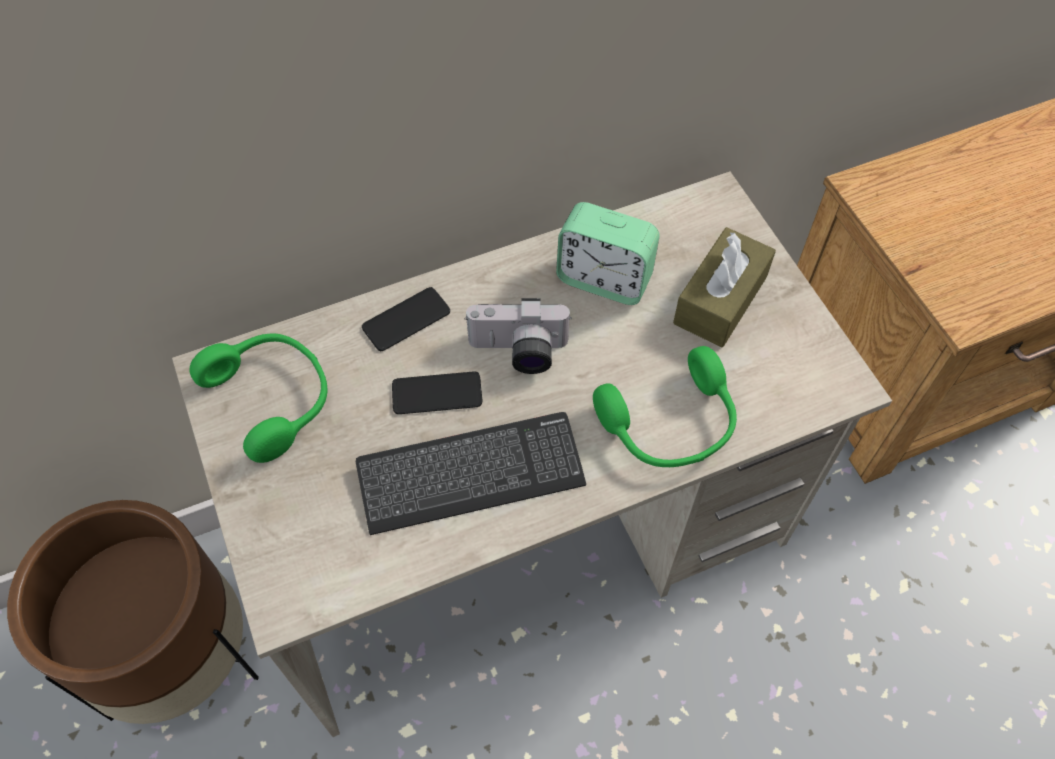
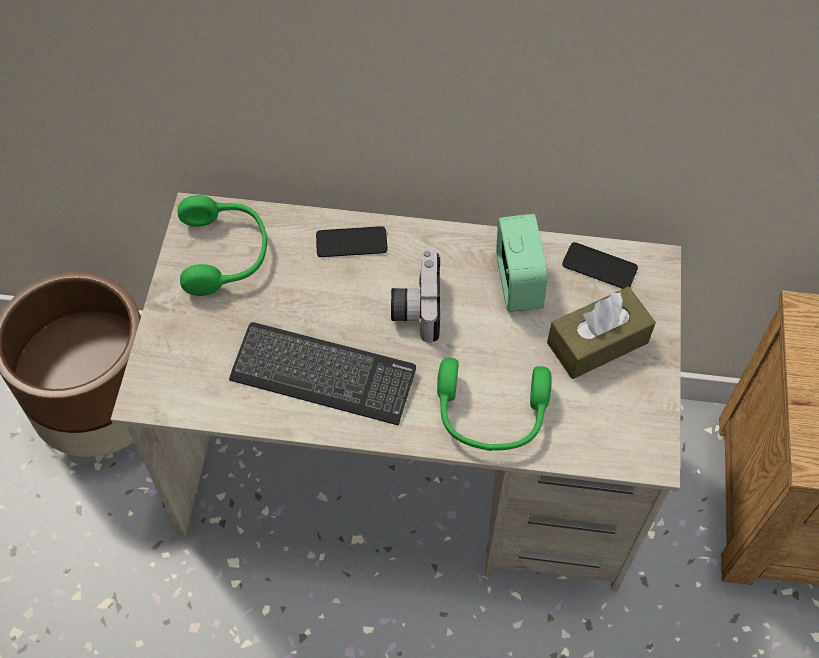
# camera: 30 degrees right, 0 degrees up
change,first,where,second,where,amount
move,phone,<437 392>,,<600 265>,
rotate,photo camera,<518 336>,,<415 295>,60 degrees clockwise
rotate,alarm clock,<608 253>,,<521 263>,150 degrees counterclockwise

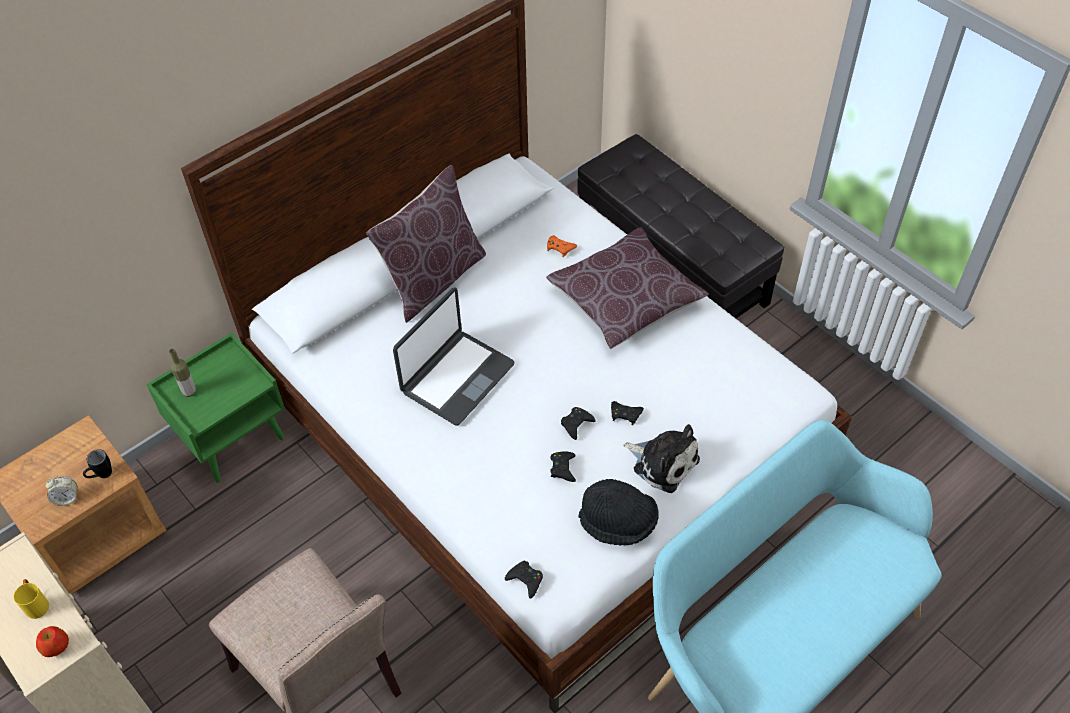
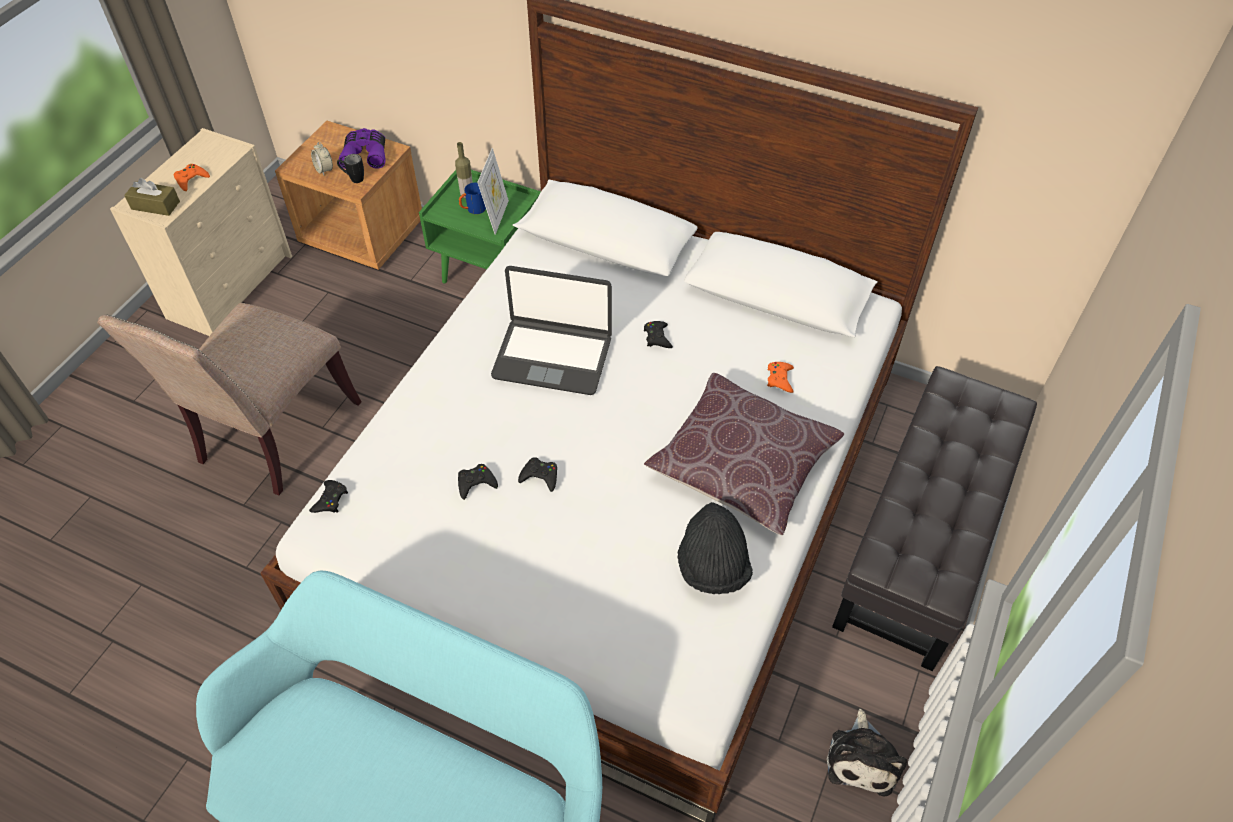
# camera: 65 degrees right, 0 degrees up
change,first,where,second,where,amount
delete,pillow/brown-coloured,<426 244>,,,
insert,,,binoculars/purple-coloured,<362 148>,
insert,,,tea mug/blue-coloured,<472 198>,
insert,,,standing frame,<493 191>,
move,hat/black,<619 512>,,<715 548>,
move,game controller/black,<627 413>,,<658 334>,
move,cuddly toy,<661 458>,,<867 752>,
replace,tea mug/yellow,<31 599>,game controller/orange,<191 177>,
replace,apple fruit,<52 641>,tissue holder/brown-coloured,<152 197>,

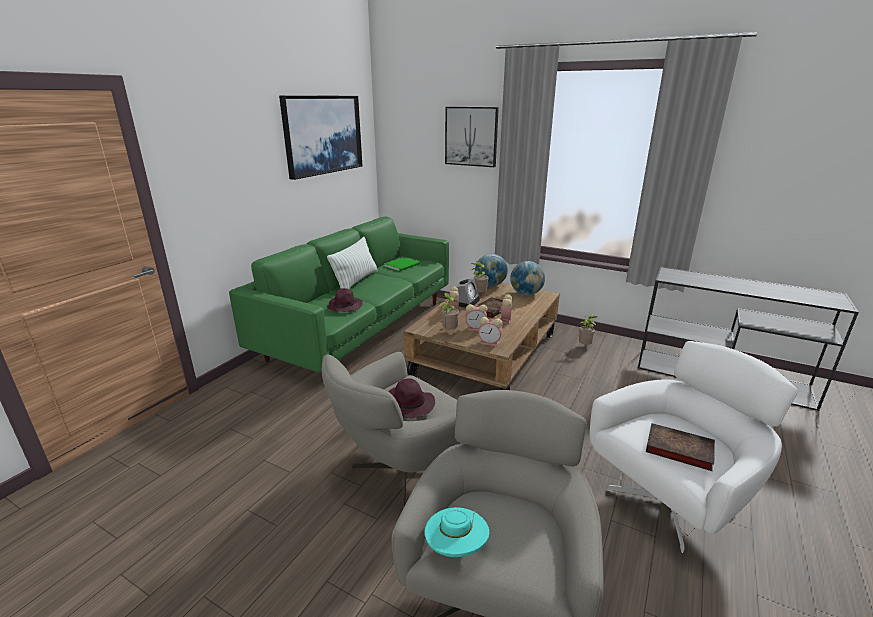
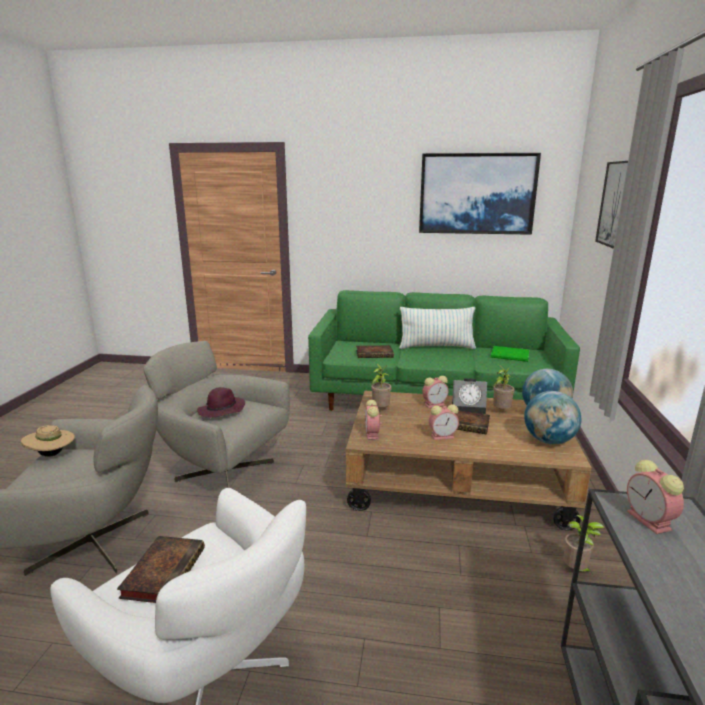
# camera: 70 degrees right, 5 degrees down
change,first,where,second,where,amount
move,alarm clock,<477 317>,,<655 497>,
replace,hat/purple-coloured,<345 300>,book,<375 352>,
recolor,hat/turquoise,<457 532>,hat/sand-coloured,<48 441>,

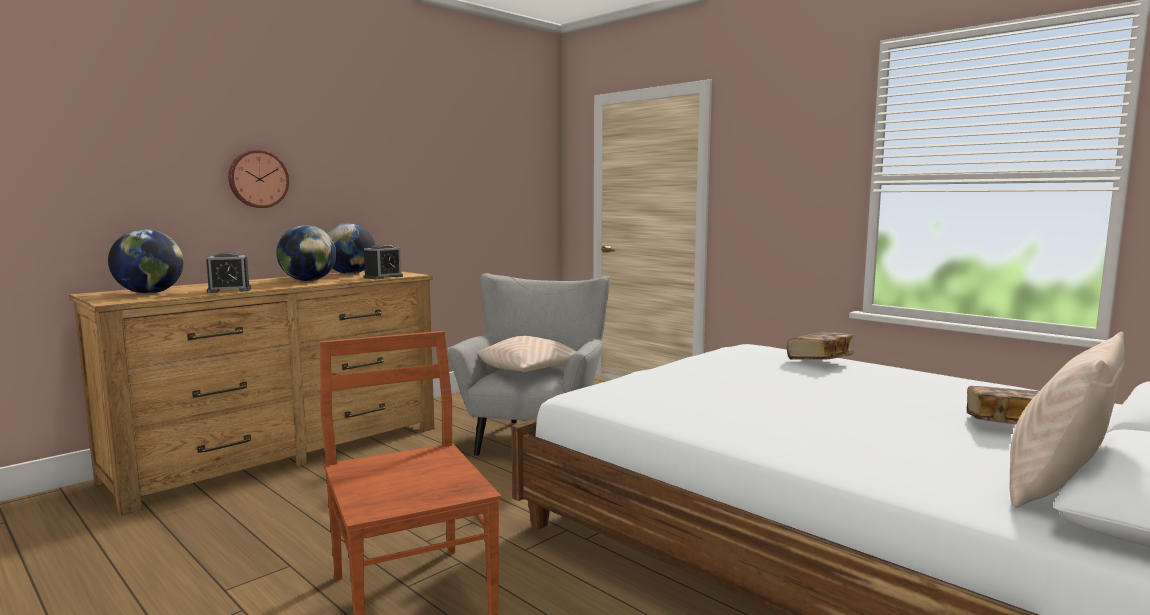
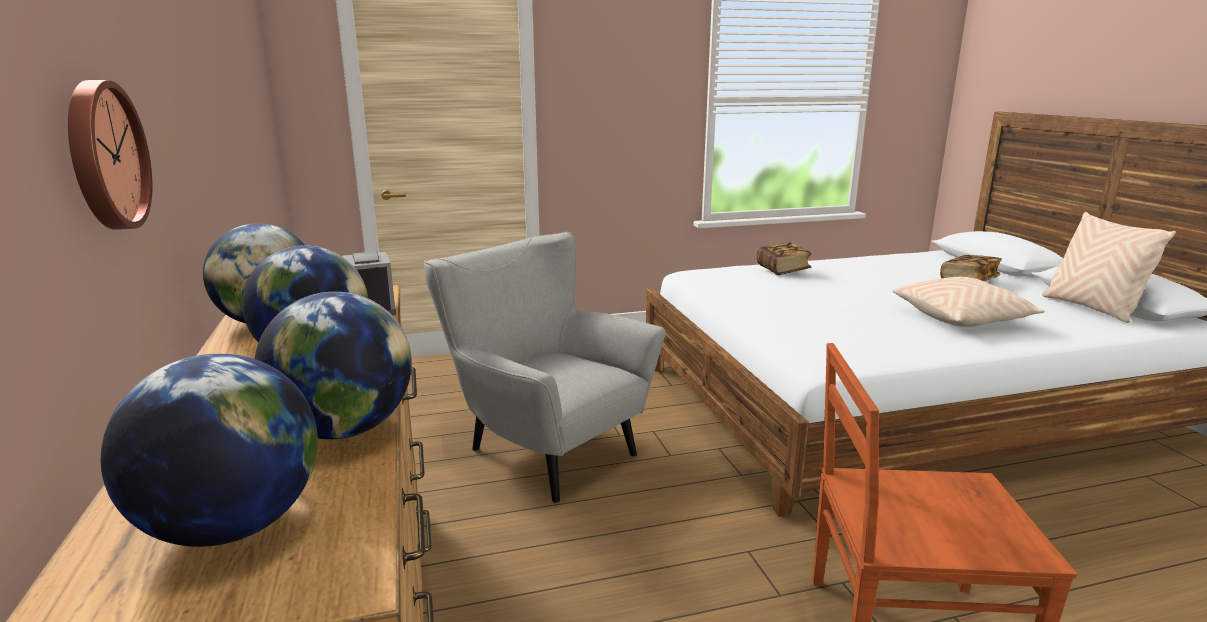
# camera: 60 degrees left, 10 degrees up
change,first,where,second,where,amount
move,pillow/sand-coloured,<527 354>,,<969 302>,
replace,alarm clock,<228 272>,world globe,<333 365>,

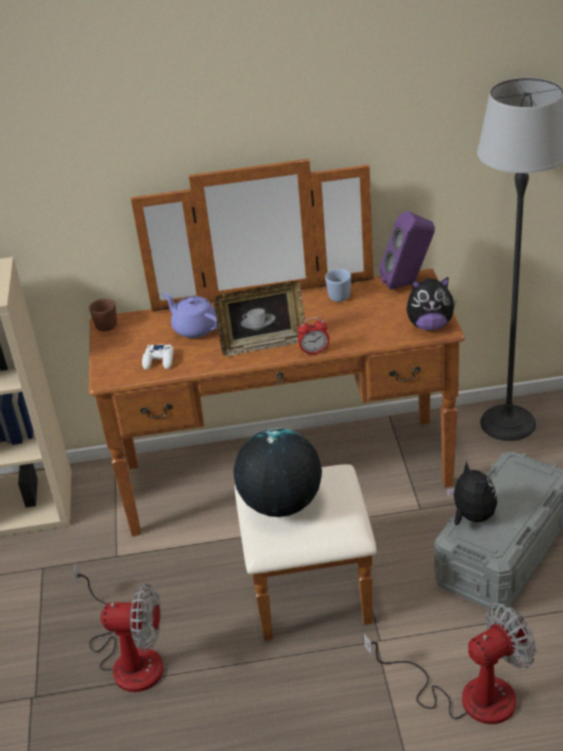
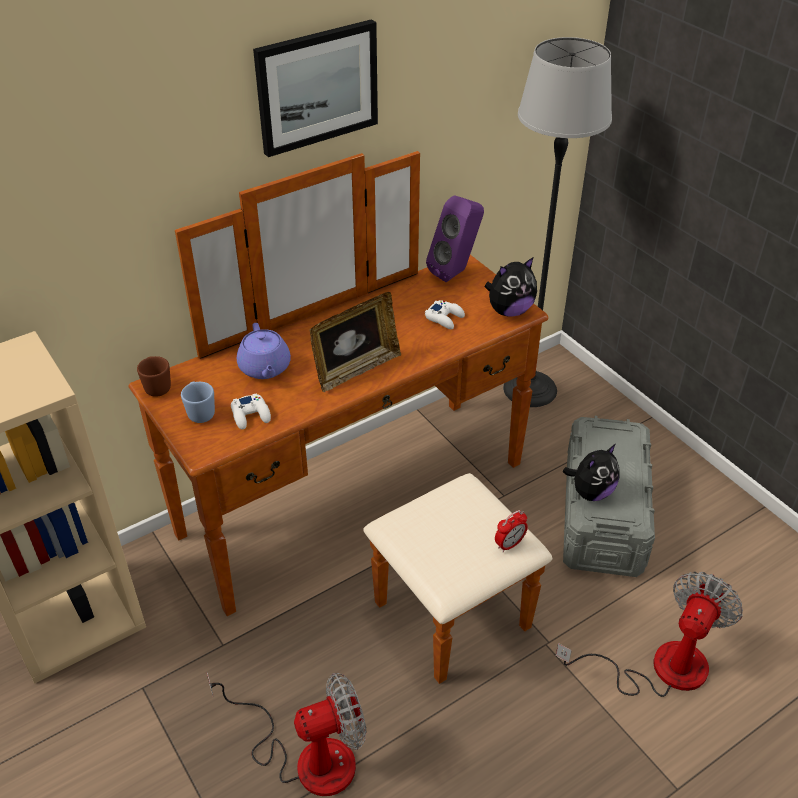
# camera: 30 degrees left, 5 degrees up
change,first,where,second,where,amount
delete,world globe,<277 472>,,,
insert,,,wall art,<315 88>,
insert,,,game controller/whitish,<445 314>,
move,alarm clock,<313 336>,,<511 531>,
move,tea mug/blue-coloured,<338 285>,,<198 402>,
rotate,teapot/purple-coloured,<190 315>,,<264 351>,120 degrees counterclockwise
rotate,cuddly toy,<472 492>,,<591 472>,105 degrees clockwise

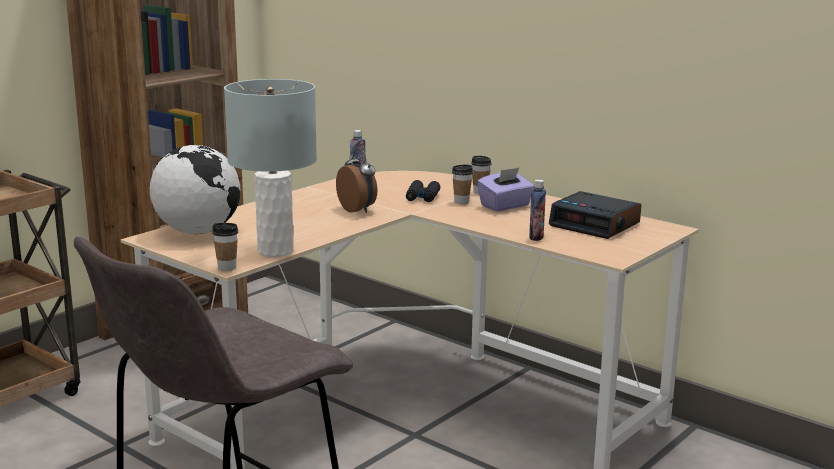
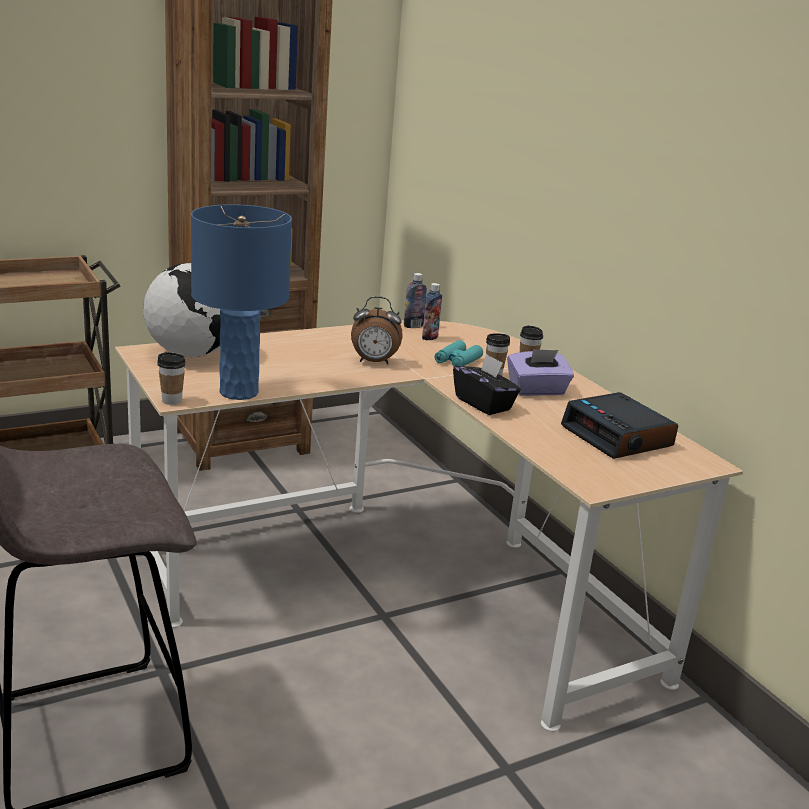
# camera: 20 degrees right, 5 degrees up
change,first,where,second,where,amount
insert,,,tissue holder/black,<487 384>,
move,bottle,<537 210>,,<432 311>,
recolor,table lamp/gray,<270 168>,table lamp/blue-coloured,<241 302>,
recolor,binoculars/black,<423 191>,binoculars/turquoise,<459 353>,
rotate,alarm clock,<357 180>,,<376 330>,105 degrees clockwise

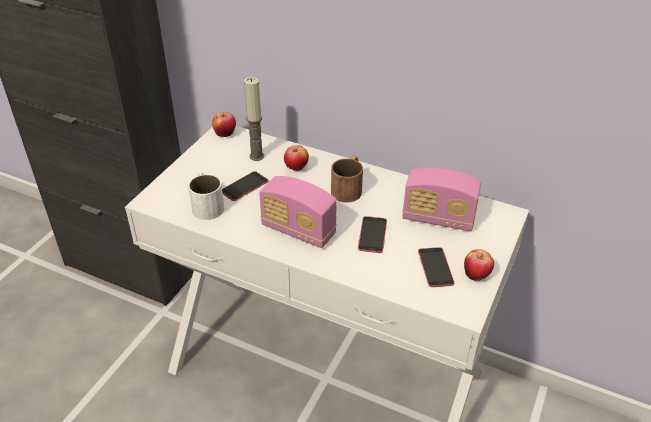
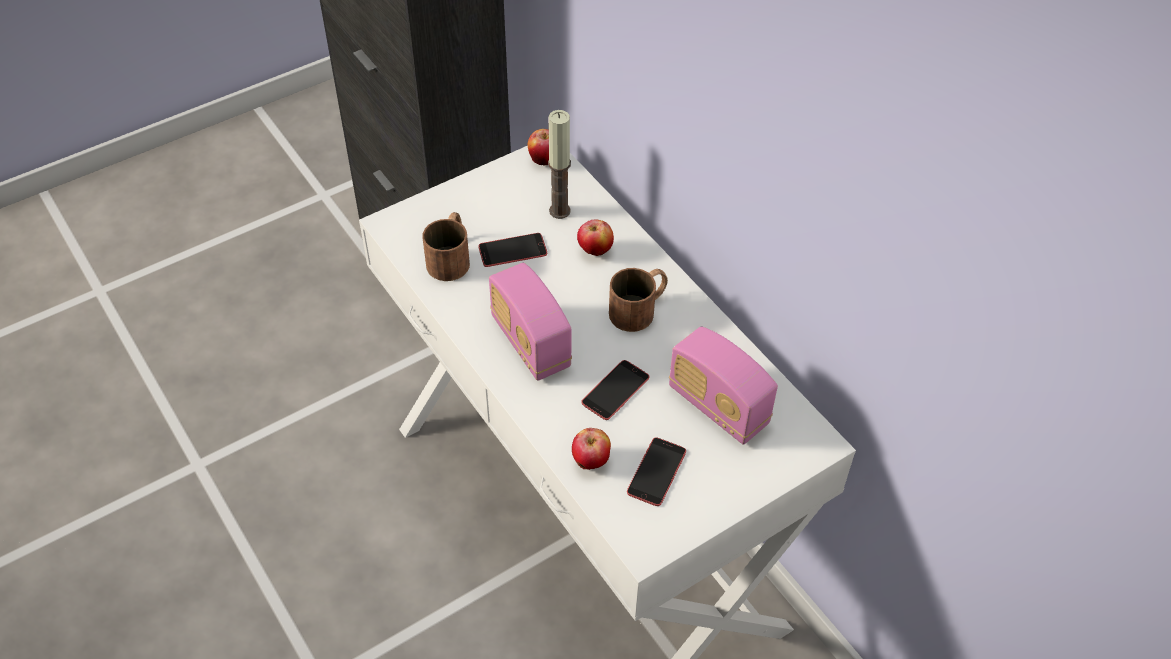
# camera: 30 degrees right, 10 degrees up
change,first,where,second,where,amount
move,apple fruit,<479 265>,,<591 449>,
recolor,tea mug/whitish,<206 195>,tea mug/brown-coloured,<446 246>,

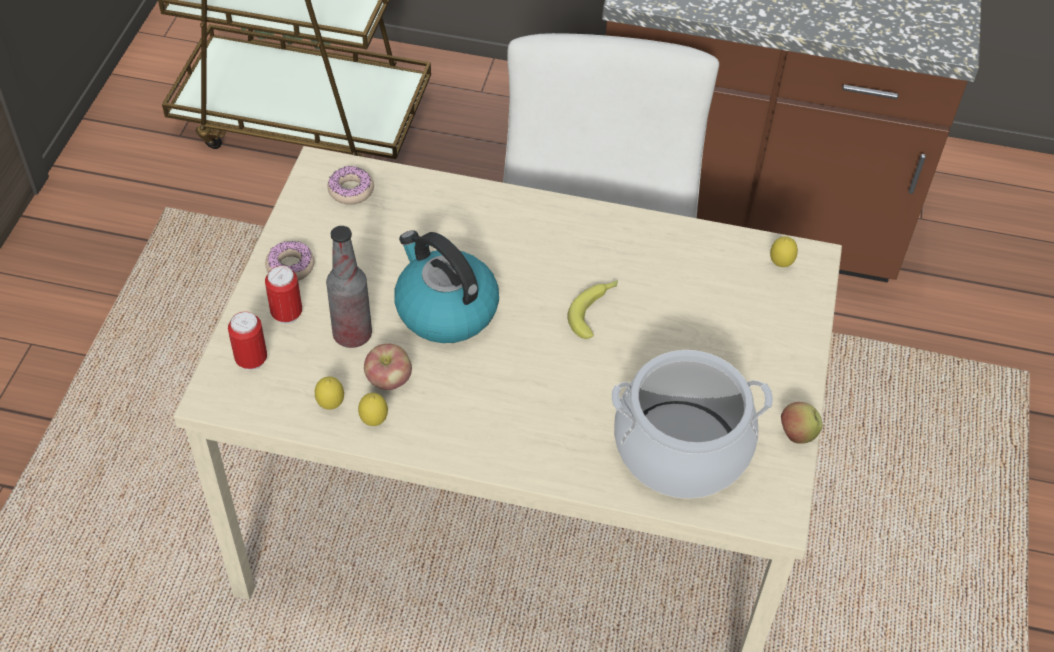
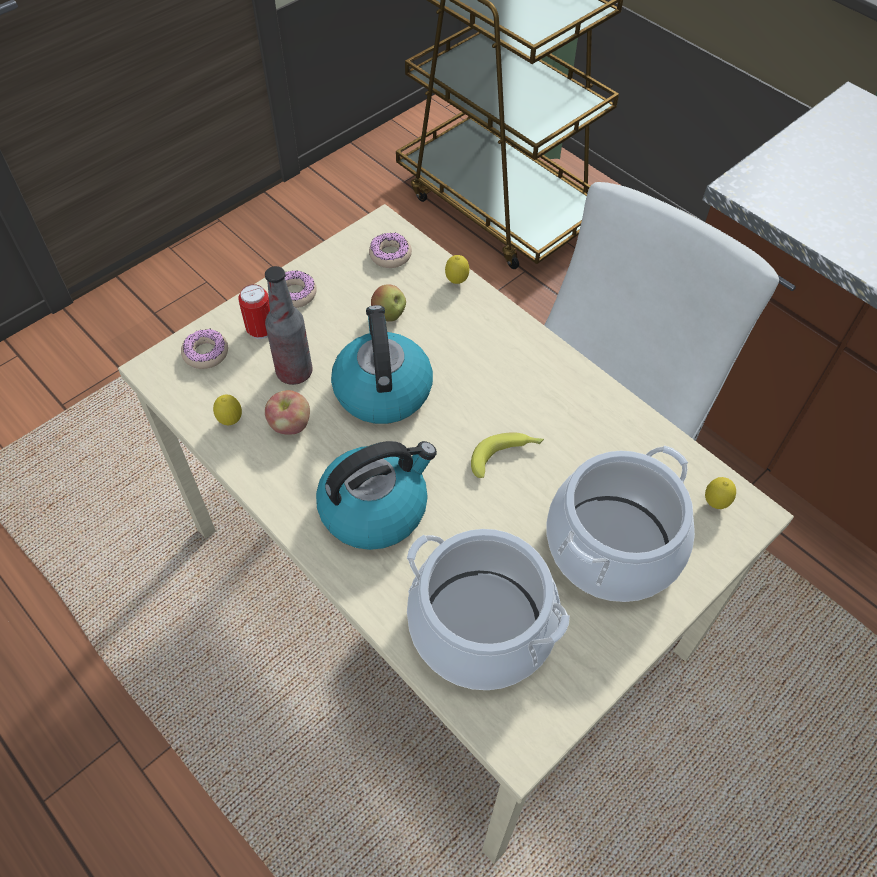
# camera: 35 degrees right, 5 degrees up
change,first,where,second,where,amount
insert,,,water kettle,<376 495>,
insert,,,saucepot,<620 524>,
move,lemon,<373 409>,,<457 269>,
move,apple fruit,<802 423>,,<388 302>,
replace,sealed can,<247 340>,ring doughnut,<204 349>,

